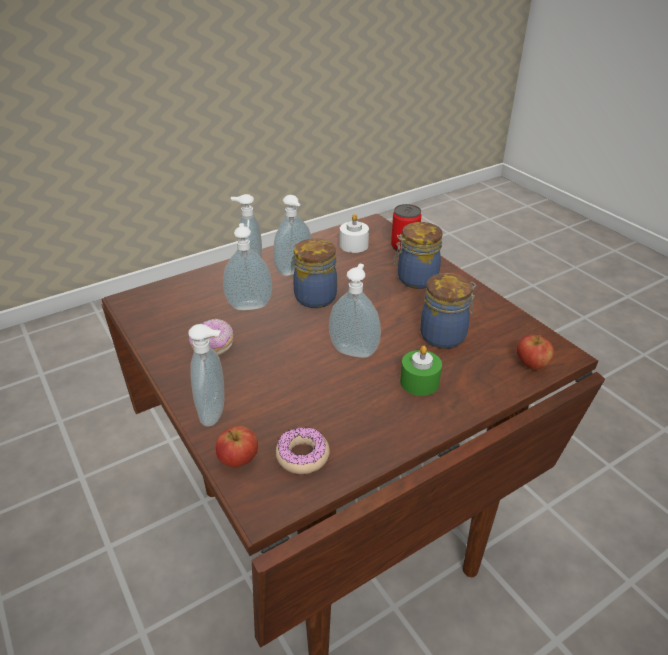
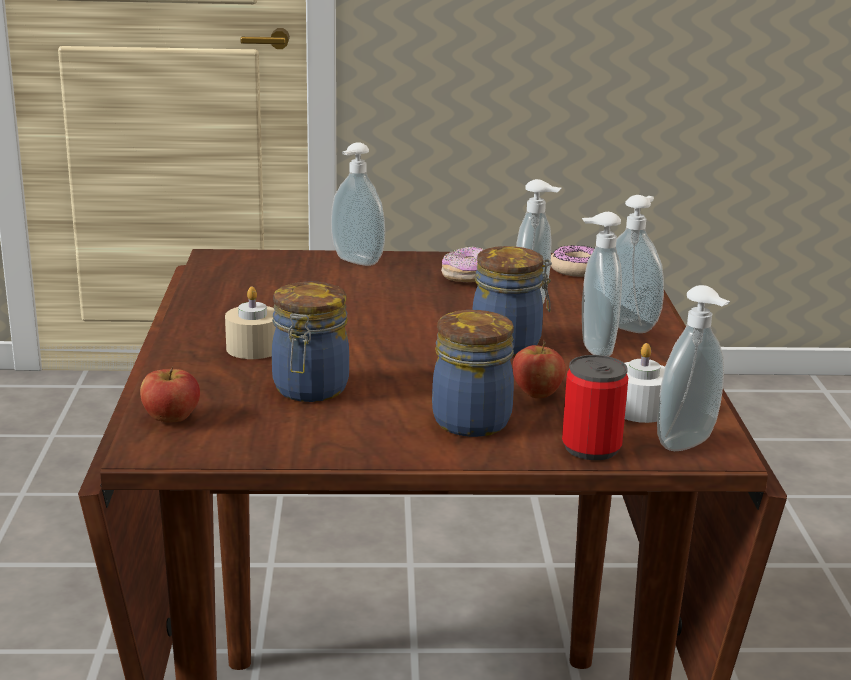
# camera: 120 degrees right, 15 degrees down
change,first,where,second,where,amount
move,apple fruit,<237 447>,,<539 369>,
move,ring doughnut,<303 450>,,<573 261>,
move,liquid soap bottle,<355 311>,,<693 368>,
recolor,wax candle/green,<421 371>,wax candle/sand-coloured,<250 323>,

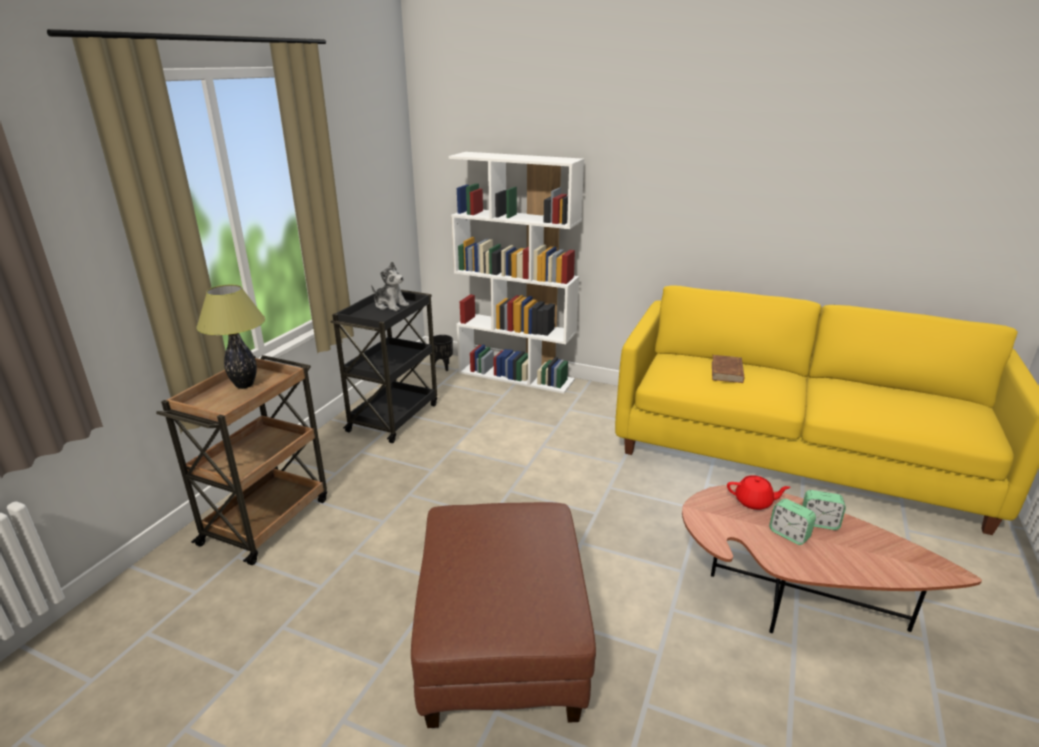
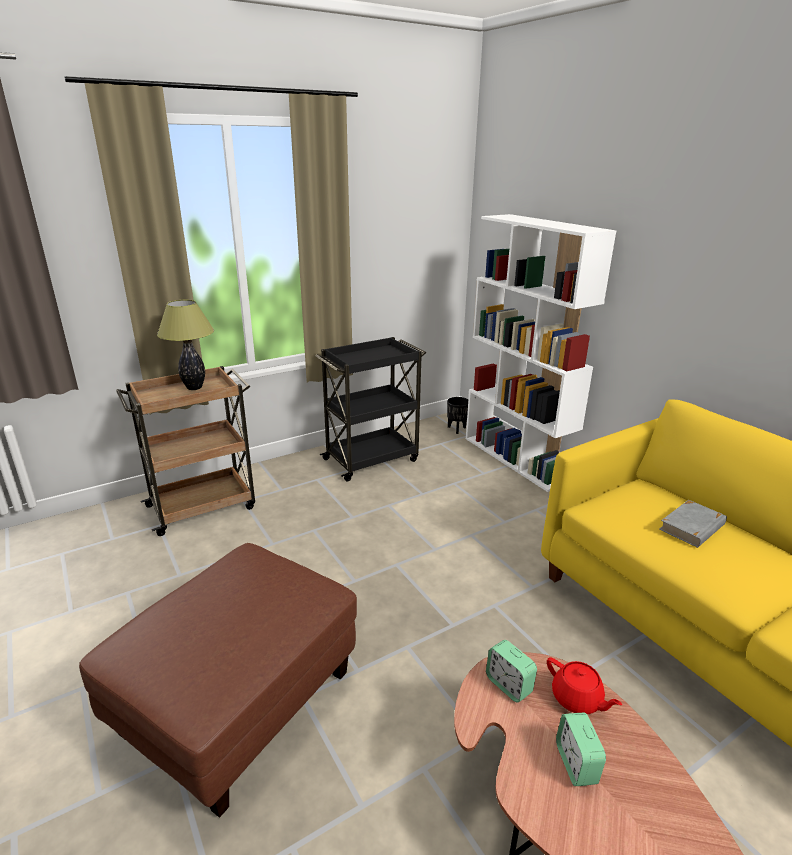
# camera: 35 degrees right, 0 degrees up
change,first,where,second,where,amount
delete,cuddly toy,<390 286>,,,
move,alarm clock,<824 510>,,<511 671>,
recolor,book/brown-coloured,<728 369>,book/gray,<693 524>,

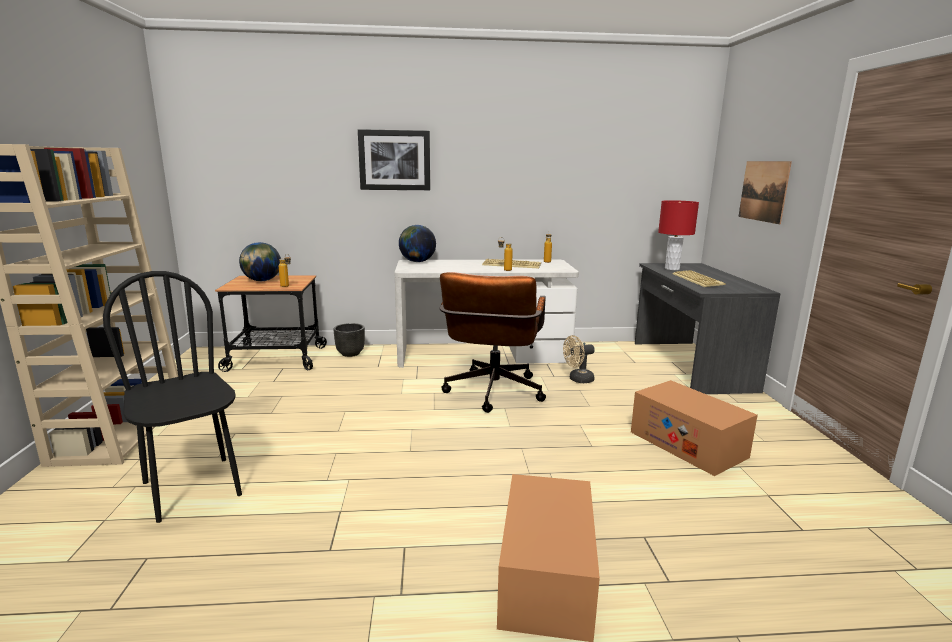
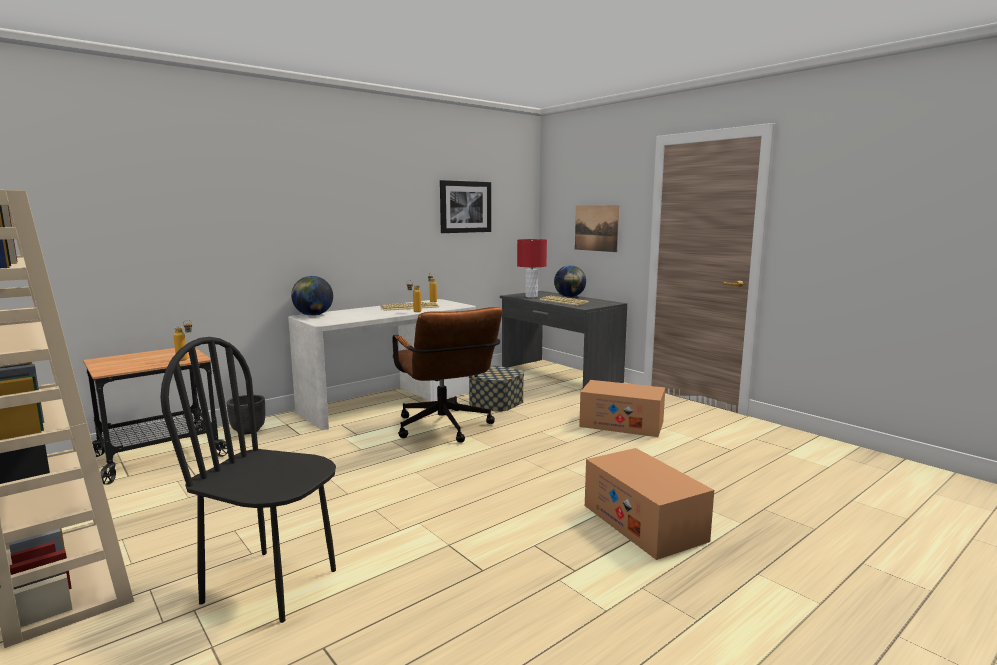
# camera: 35 degrees left, 5 degrees down
change,first,where,second,where,amount
move,world globe,<260 261>,,<570 281>,
move,wall art,<394 159>,,<465 206>,
replace,cooling fan/sand-coloured,<579 359>,storage bin,<496 389>,

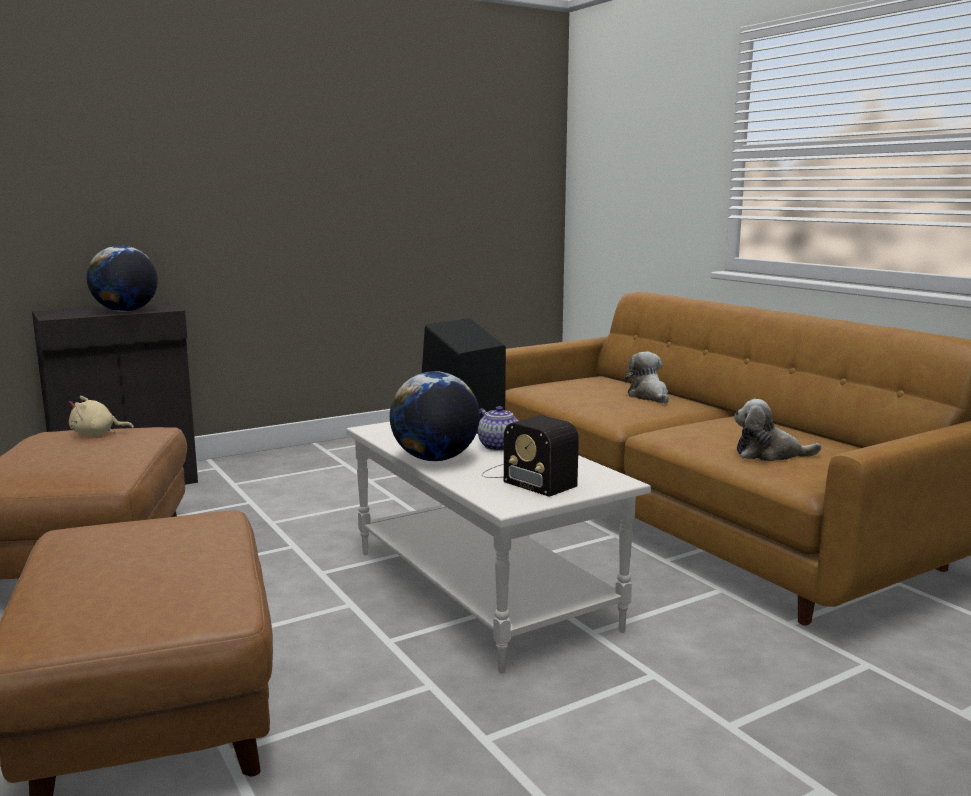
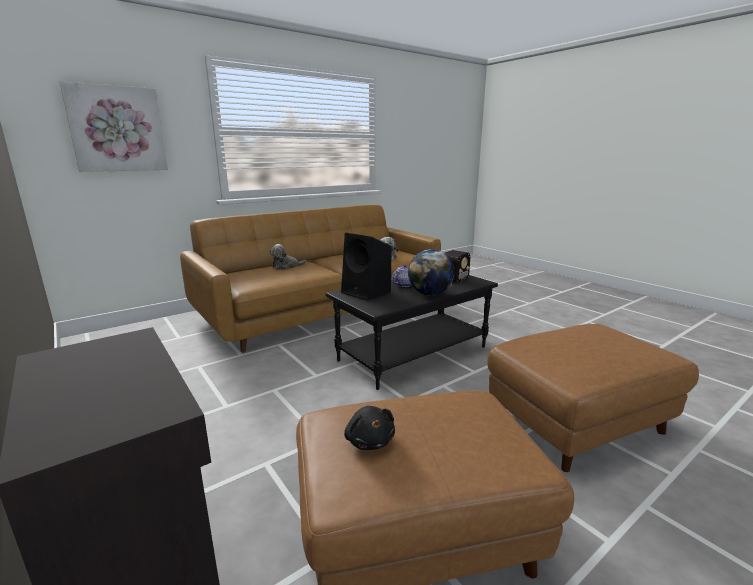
# camera: 95 degrees left, 5 degrees up
change,first,where,second,where,amount
delete,world globe,<122 278>,,,
insert,,,wall art,<114 126>,
recolor,cuddly toy/sand-coloured,<101 416>,cuddly toy/black,<369 428>,
recolor,lounge table/whitish,<498 547>,lounge table/black,<412 332>,

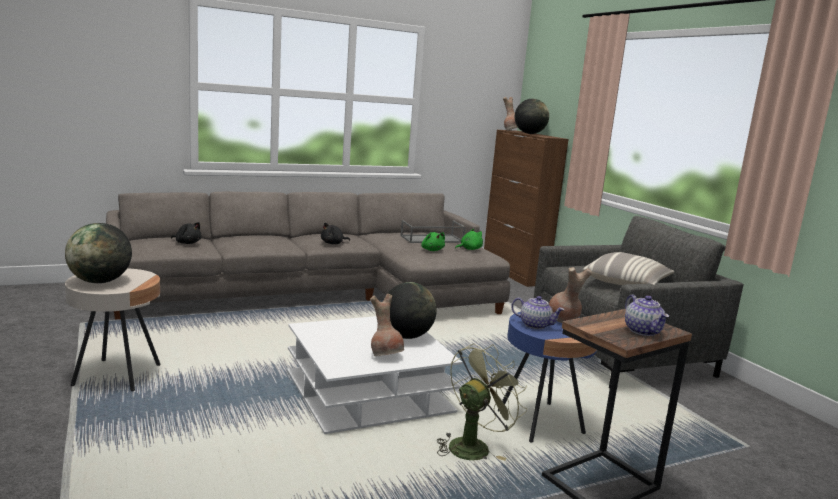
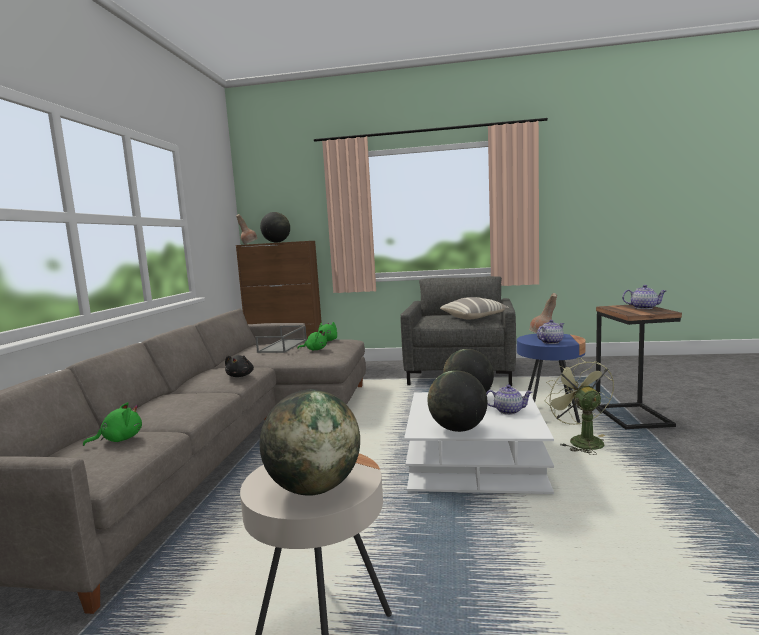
# camera: 55 degrees left, 5 degrees down
change,first,where,second,where,amount
insert,,,world globe,<458 401>,
replace,decorative vase/brown-coloured,<387 325>,teapot,<509 400>,
recolor,cuddly toy/black,<186 233>,cuddly toy/green,<112 424>,

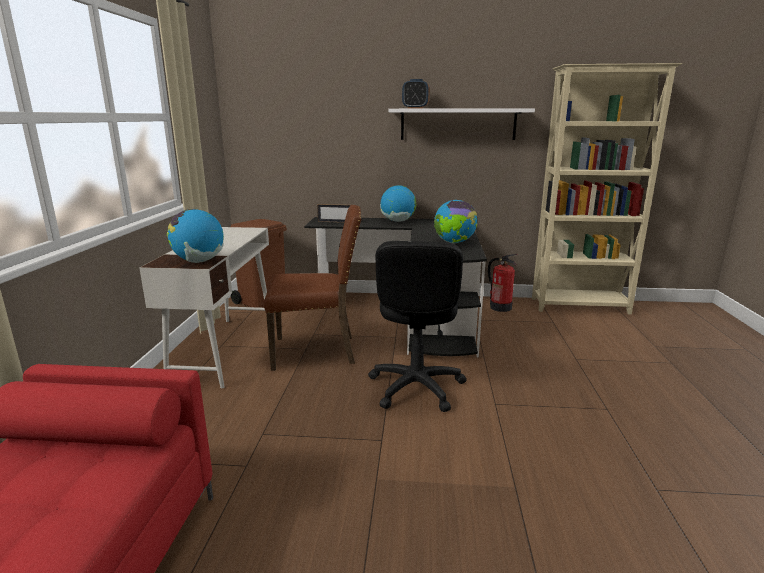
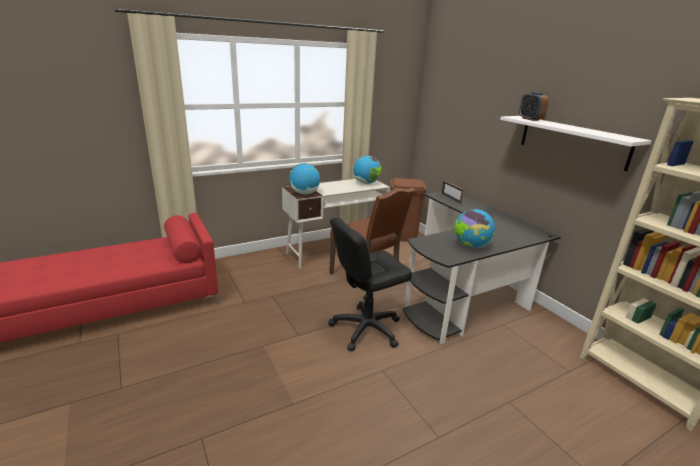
# camera: 55 degrees right, 5 degrees up
change,first,where,second,where,amount
delete,extinguisher,<502 283>,,,
move,world globe,<398 203>,,<367 170>,

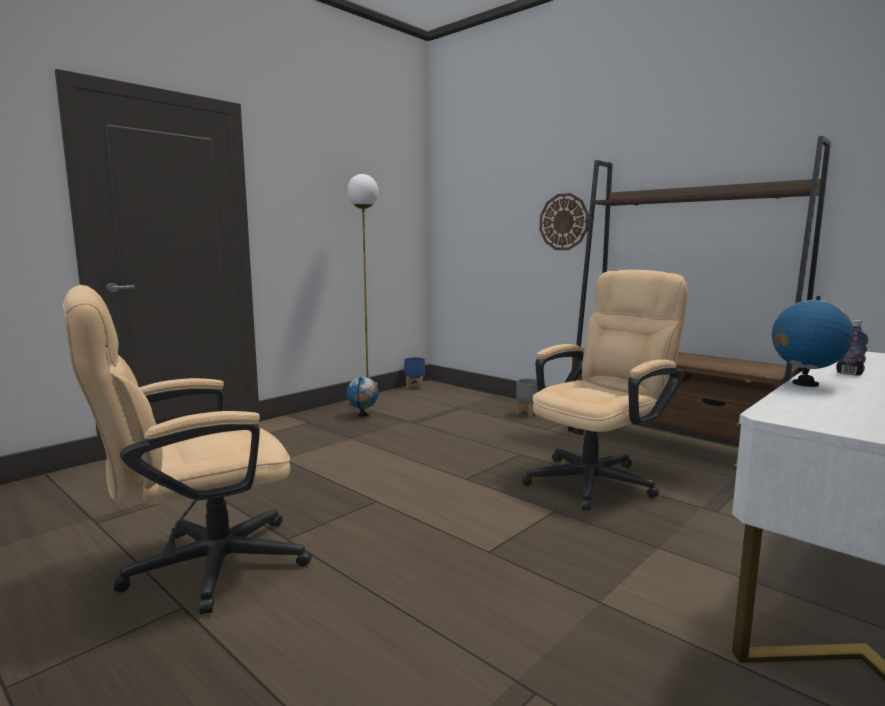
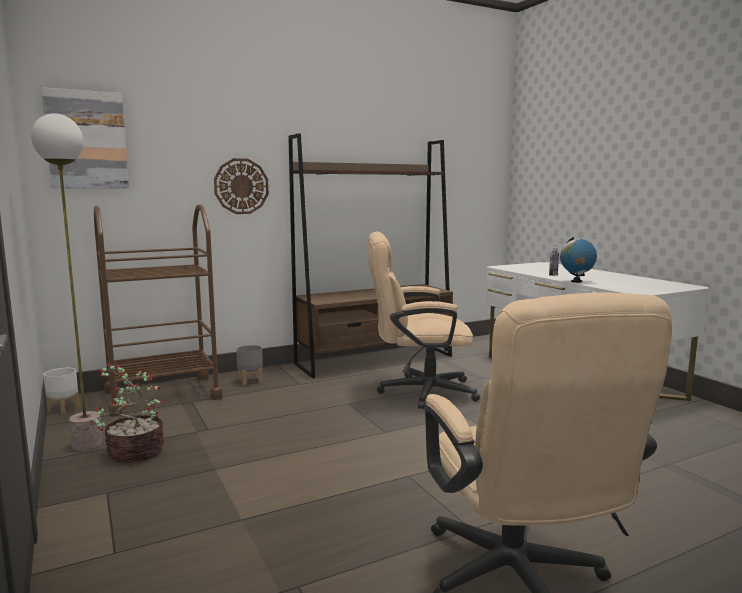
# camera: 70 degrees left, 0 degrees up
change,first,where,second,where,amount
insert,,,wall art,<85 137>,
insert,,,trolley/brown-coloured,<158 310>,
replace,world globe,<363 397>,houseplant,<127 413>,
recolor,plant pot/blue-coloured,<414 373>,plant pot/whitish,<61 391>,
rotate,computer chair/sand-coloured,<605 390>,,<424 320>,75 degrees counterclockwise

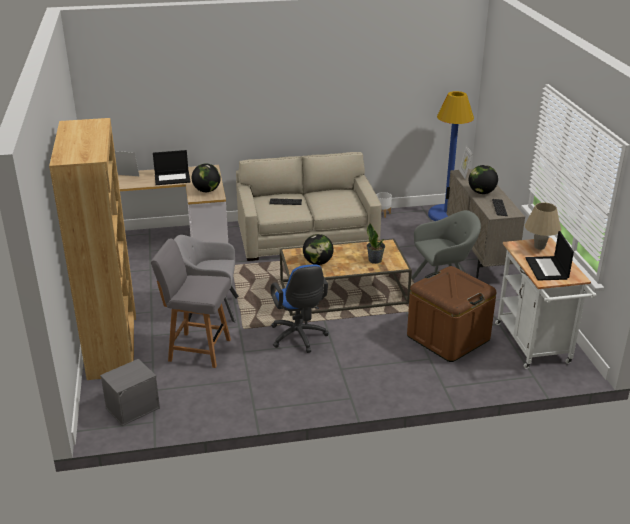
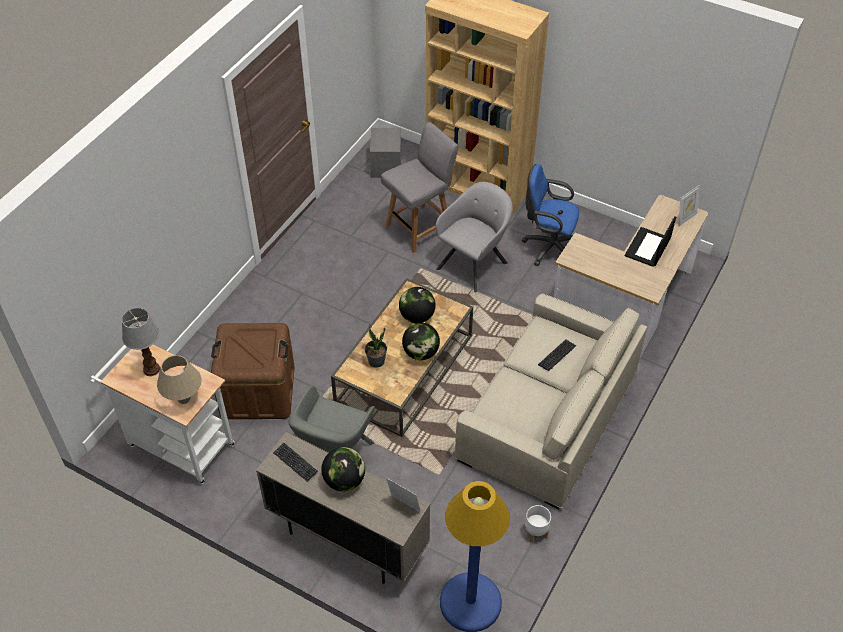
# camera: 130 degrees right, 20 degrees up
change,first,where,second,where,amount
move,world globe,<206 178>,,<421 341>,
move,computer chair/blue-coloured,<300 308>,,<550 215>,
replace,notebook computer,<550 256>,table lamp,<141 342>,

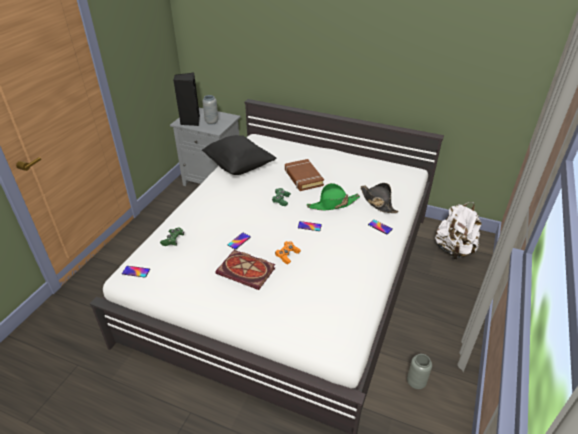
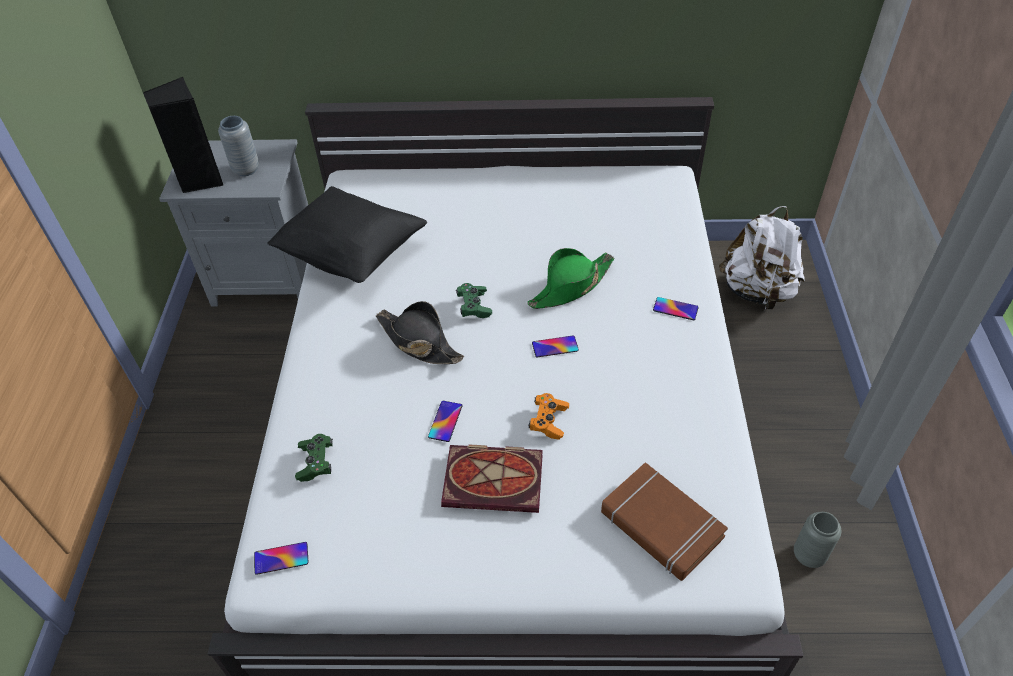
# camera: 20 degrees left, 10 degrees up
change,first,where,second,where,amount
move,book/brown-coloured,<304 175>,,<664 521>,
move,hat/black,<380 198>,,<420 332>,

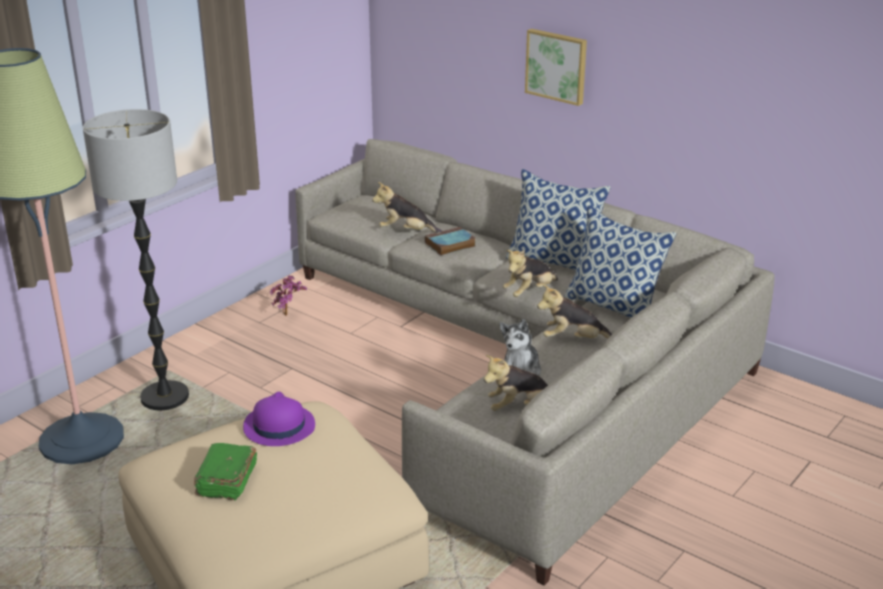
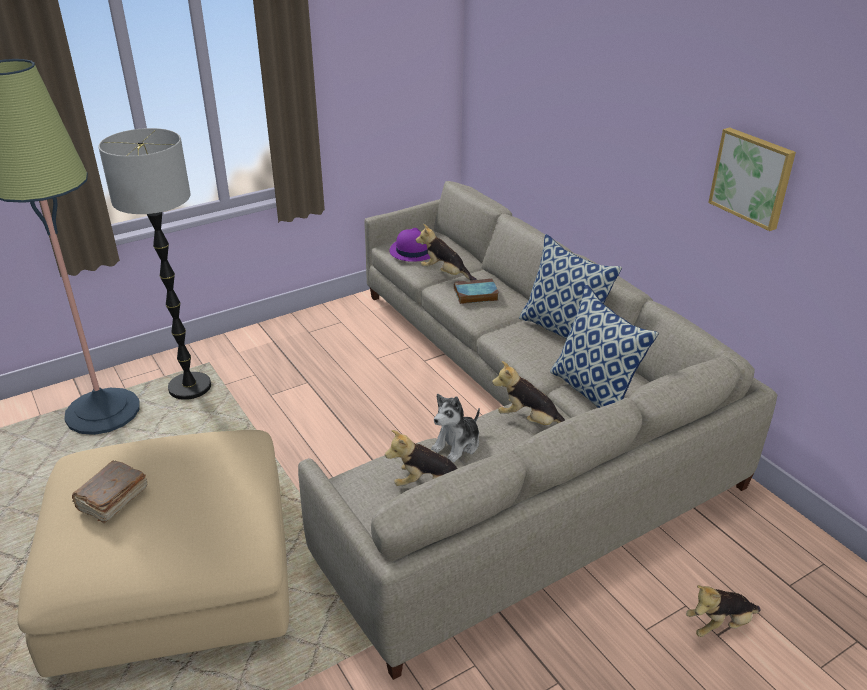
# camera: 20 degrees right, 5 degrees up
change,first,where,second,where,amount
delete,houseplant,<288 295>,,,
move,hat/purple-coloured,<279 419>,,<409 245>,
move,cuddly toy,<530 273>,,<723 611>,
move,wall art,<556 67>,,<752 179>,
recolor,book/green,<225 472>,book/brown-coloured,<110 491>,

